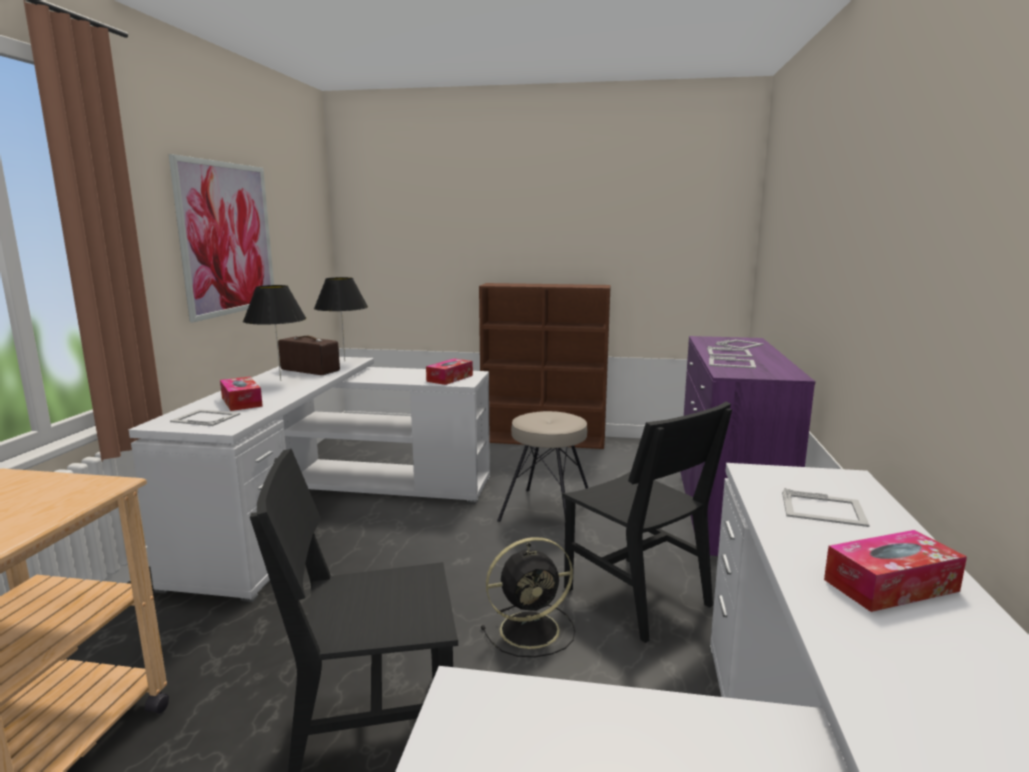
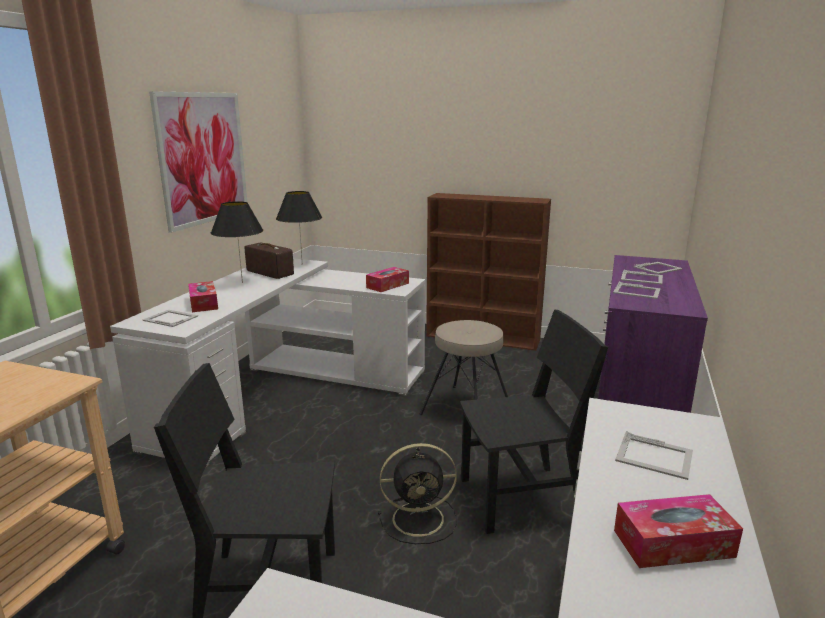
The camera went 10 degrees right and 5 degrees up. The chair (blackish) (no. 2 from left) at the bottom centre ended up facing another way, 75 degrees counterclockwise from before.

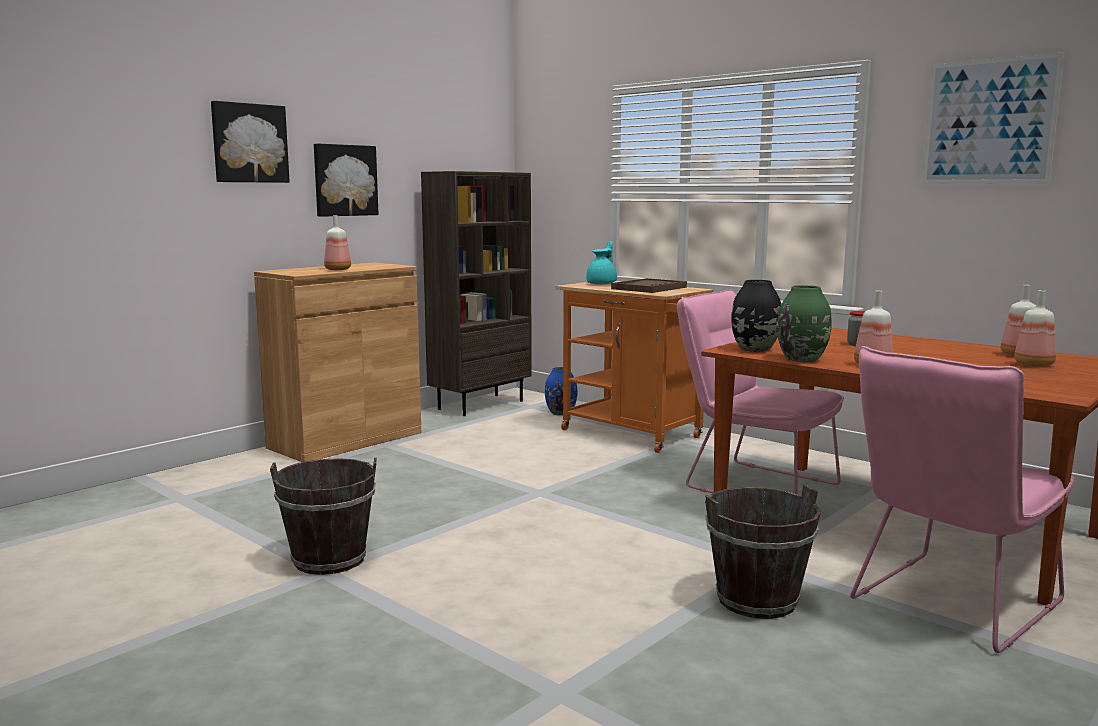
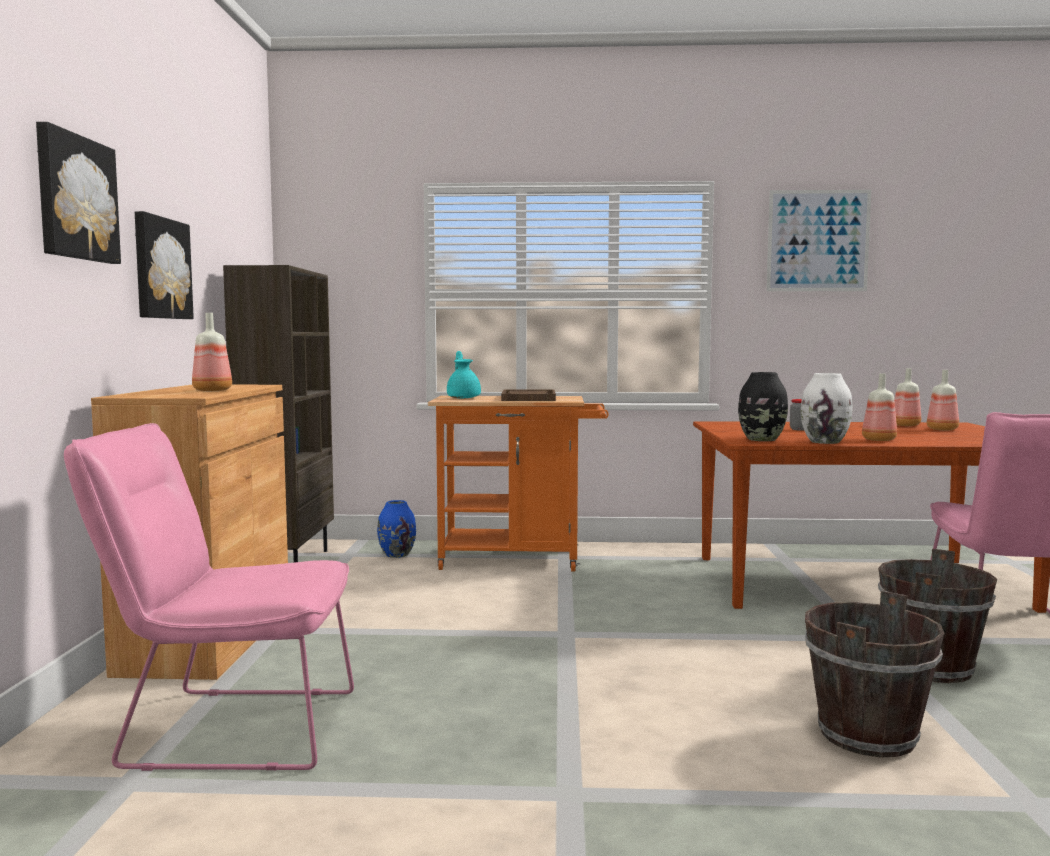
The camera went 40 degrees left and 5 degrees down. What was the flower vase (greenish) at the middle right turned into the flower vase (whitish) at the middle right. The chair (pink-coloured) (no. 1 from left) ended up elsewhere, having gone from the middle right to the bottom left. The pail (brownish) (no. 1 from left) ended up elsewhere, having gone from the bottom left to the bottom right.

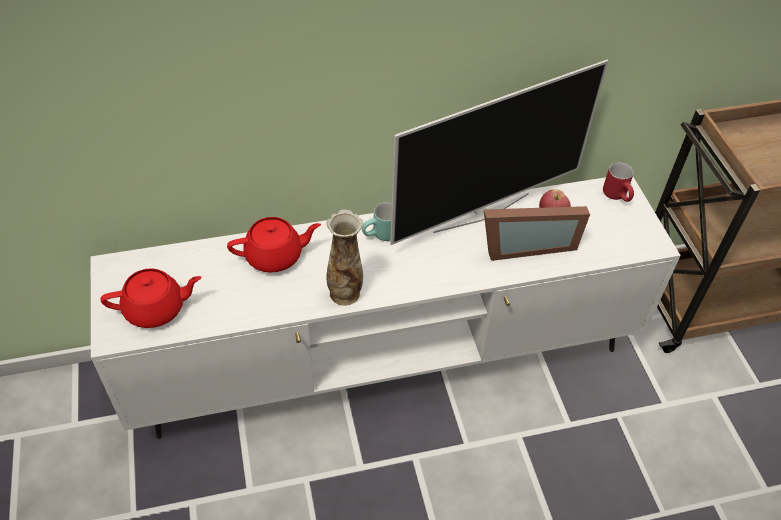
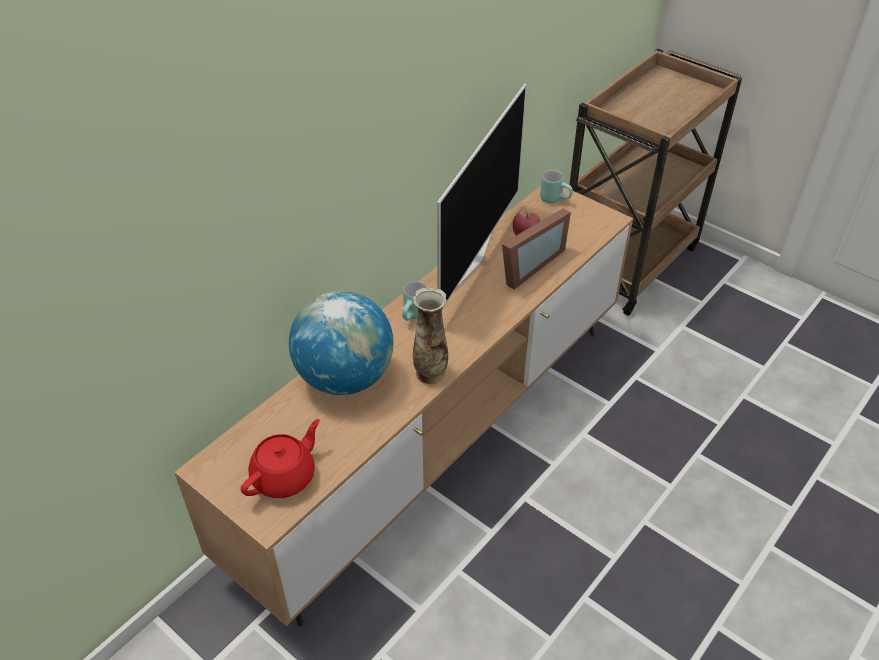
The camera went 35 degrees left and 5 degrees down. What was the coffee mug (red-coloured) at the middle right turned into the coffee mug (turquoise-coloured) (no. 2 from left) at the top centre. What was the tv stand (whitish) at the centre turned into the tv stand (brownish) at the centre. Where the pot for tea (red-coloured) (no. 2 from left) stood at the centre, the globe came to stand at the centre.

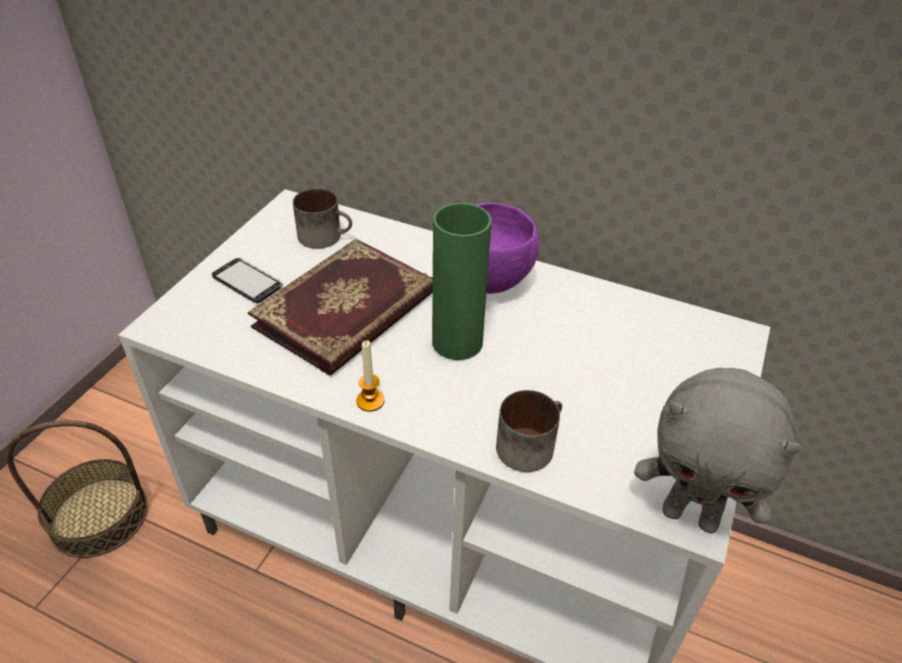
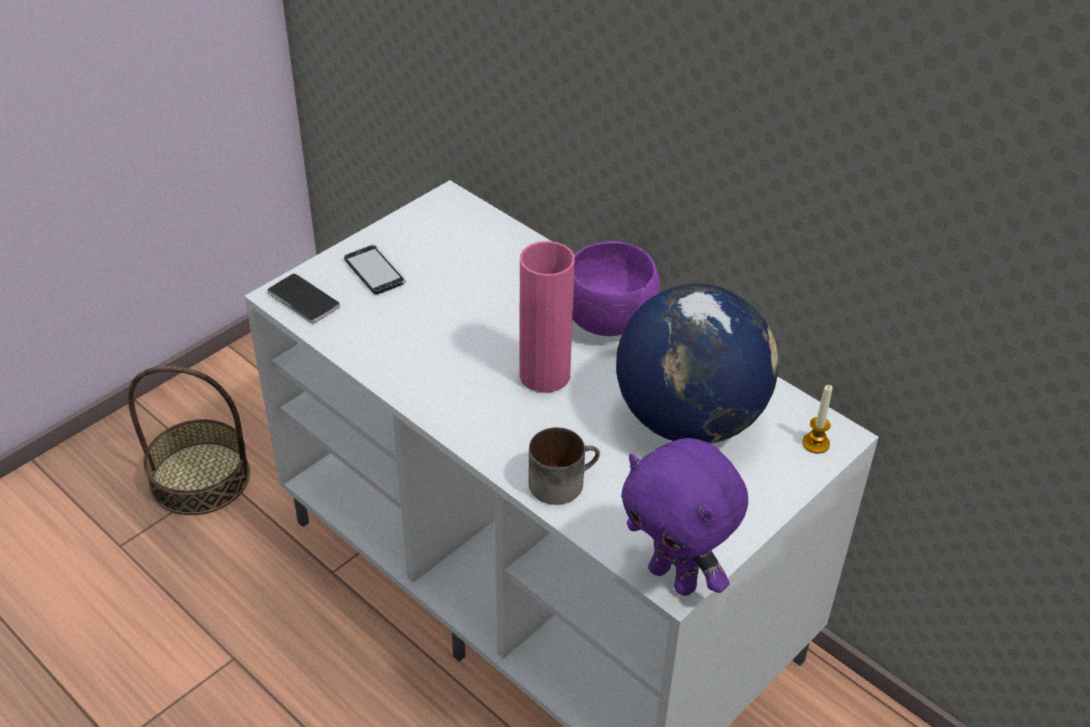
The camera went 20 degrees right and 0 degrees up. The second view lost the coffee mug (no. 1 from left) at the top centre. What was the flower vase (greenish) at the centre turned into the flower vase (pink-coloured) at the centre. The second view lost the volume at the centre. The wax light ended up elsewhere, having gone from the centre to the middle right. What was the cuddly toy (greyish) at the bottom right turned into the cuddly toy (purplish) at the bottom centre. The second view gained the telephone (no. 1 from left) at the middle left. The second view gained the globe at the centre.

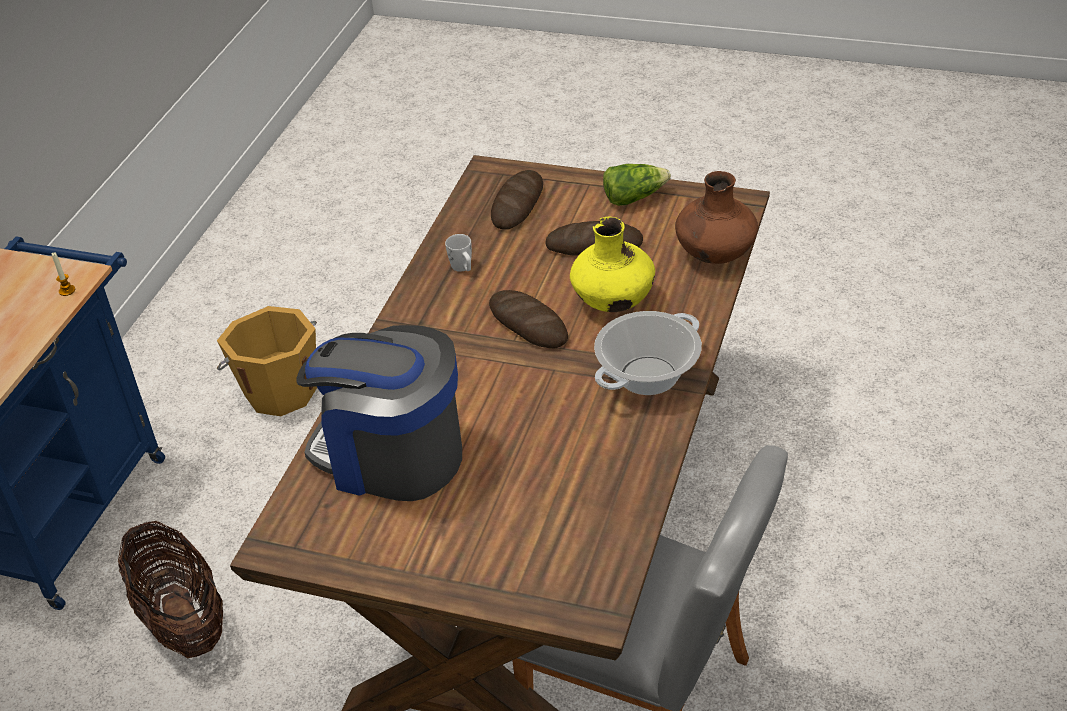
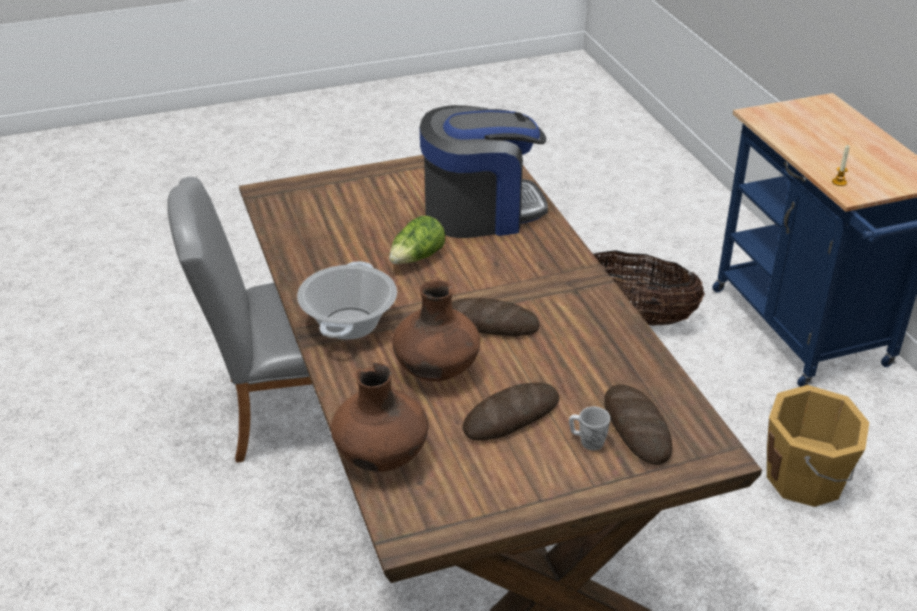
The camera went 140 degrees right and 5 degrees down. The lettuce head ended up elsewhere, having gone from the top centre to the centre. What was the flower vase (yellow) at the centre turned into the flower vase (brownish) (no. 2 from left) at the centre. The coffee mug (whitish) ended up elsewhere, having gone from the centre to the bottom centre.

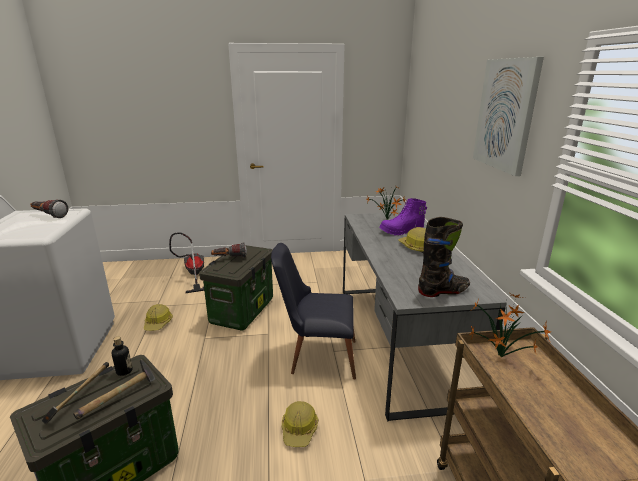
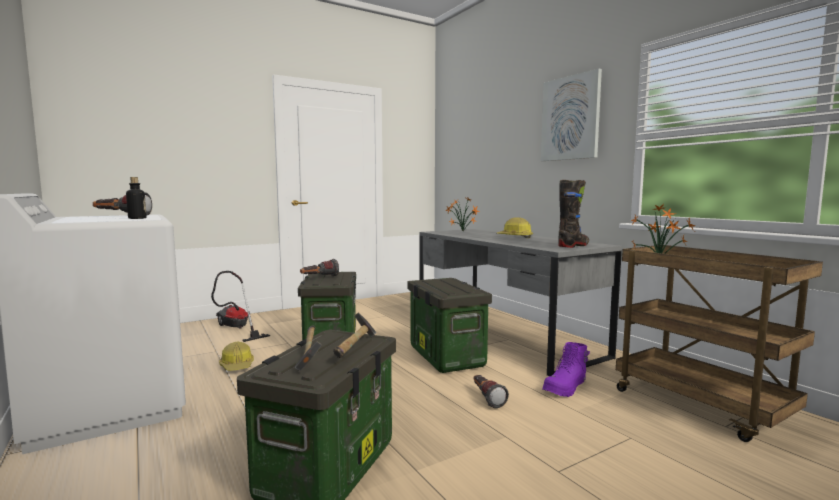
The camera went 25 degrees left and 15 degrees down. The tall boot (purplish) ended up elsewhere, having gone from the centre to the bottom right. Where the chair (blackish) stood at the centre, the storage bin (no. 3 from left) came to stand at the centre. The bottle ended up elsewhere, having gone from the bottom left to the middle left. Where the safety helmet (no. 2 from left) stood at the bottom centre, the torch (no. 3 from left) came to stand at the bottom centre.

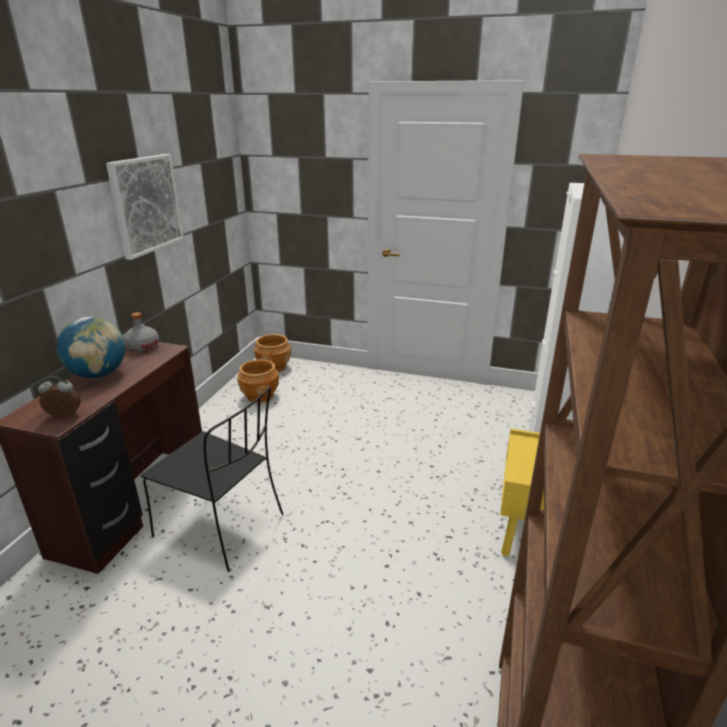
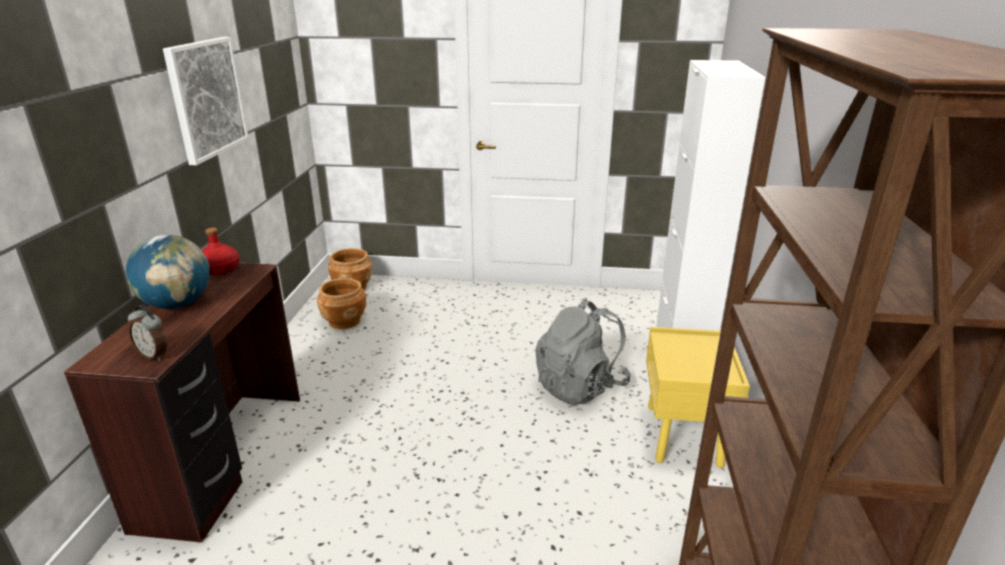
The camera went 10 degrees left and 0 degrees up. What was the bottle (greyish) at the middle left turned into the bottle (red-coloured) at the middle left. The table clock at the middle left ended up facing another way, 135 degrees counterclockwise from before. The second view lost the chair (blackish) at the middle left. The second view gained the backpack (greyish) at the centre.

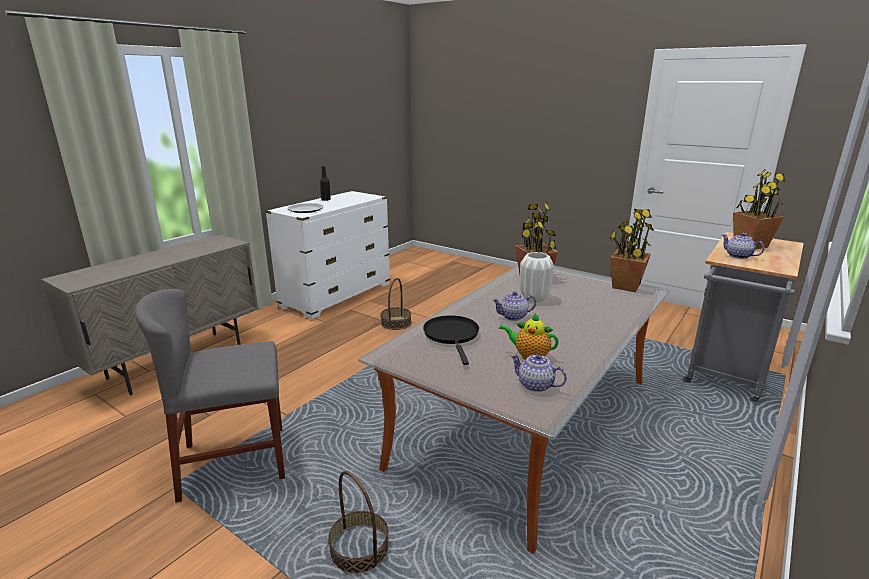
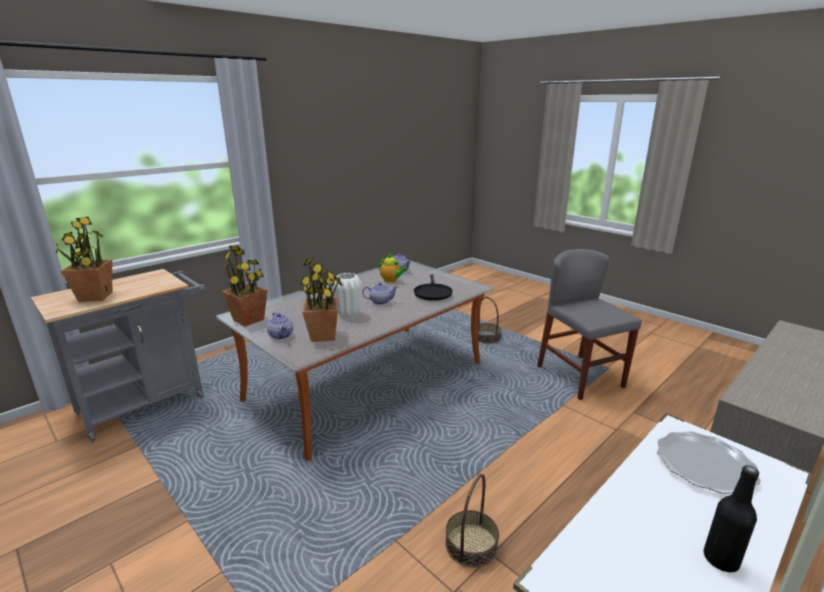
The camera went 170 degrees left and 0 degrees up. The pot for tea (no. 4 from left in the first image) ended up elsewhere, having gone from the middle right to the centre. The chair (greyish) at the bottom left ended up facing another way, 105 degrees counterclockwise from before.

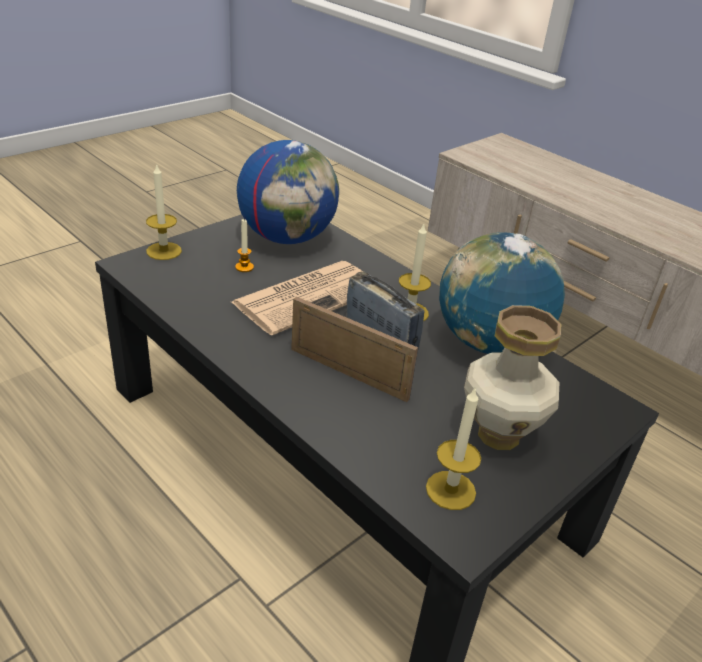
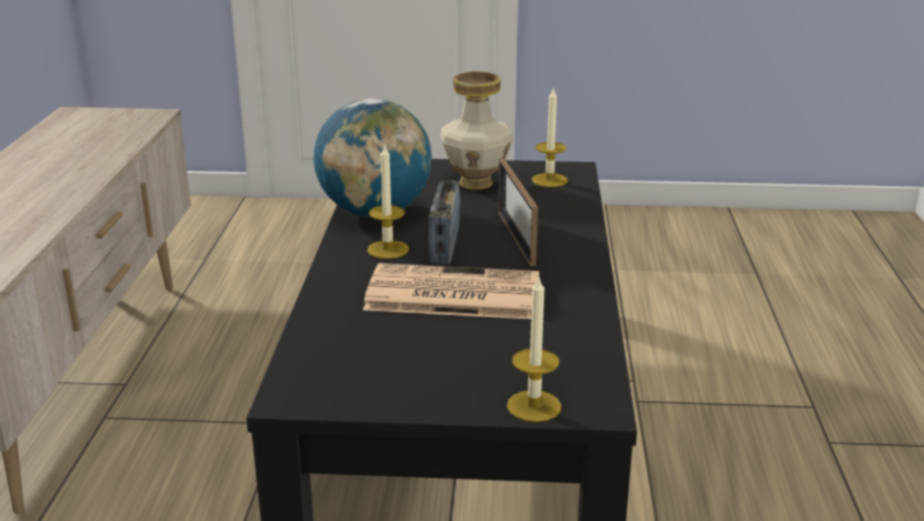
The camera went 130 degrees left and 10 degrees down. The second view lost the globe (no. 1 from left) at the top centre. The second view lost the wax light (no. 2 from left) at the centre.

